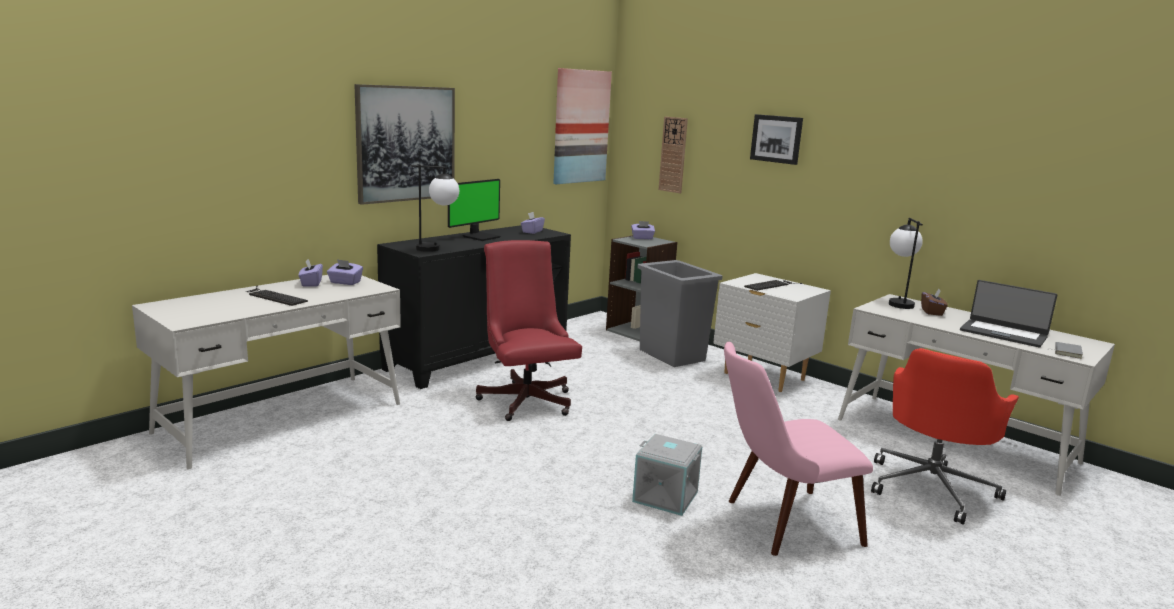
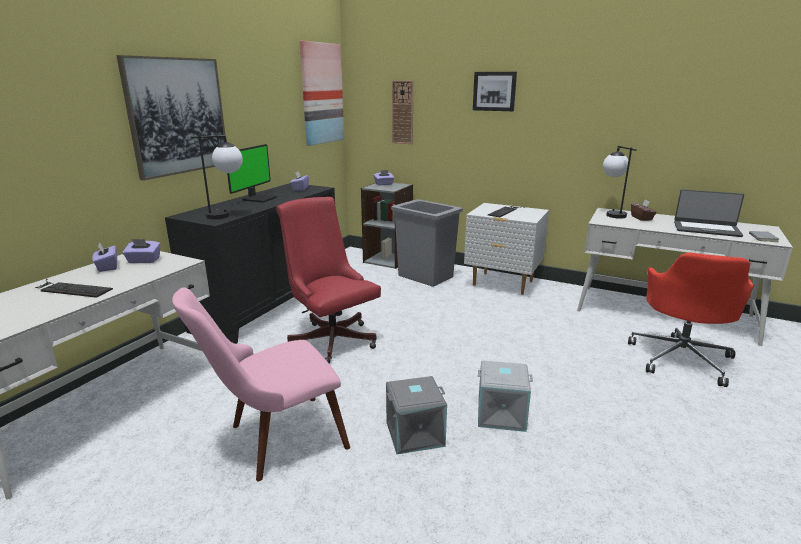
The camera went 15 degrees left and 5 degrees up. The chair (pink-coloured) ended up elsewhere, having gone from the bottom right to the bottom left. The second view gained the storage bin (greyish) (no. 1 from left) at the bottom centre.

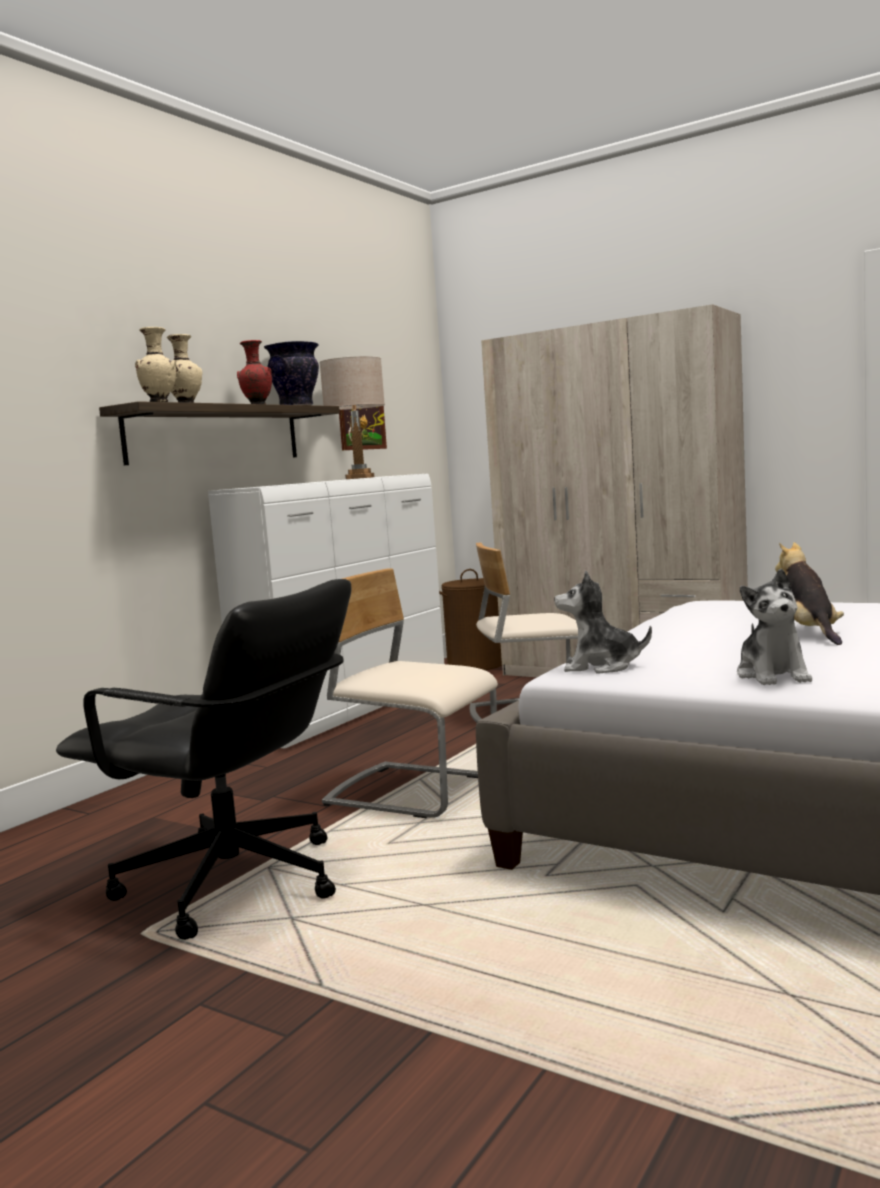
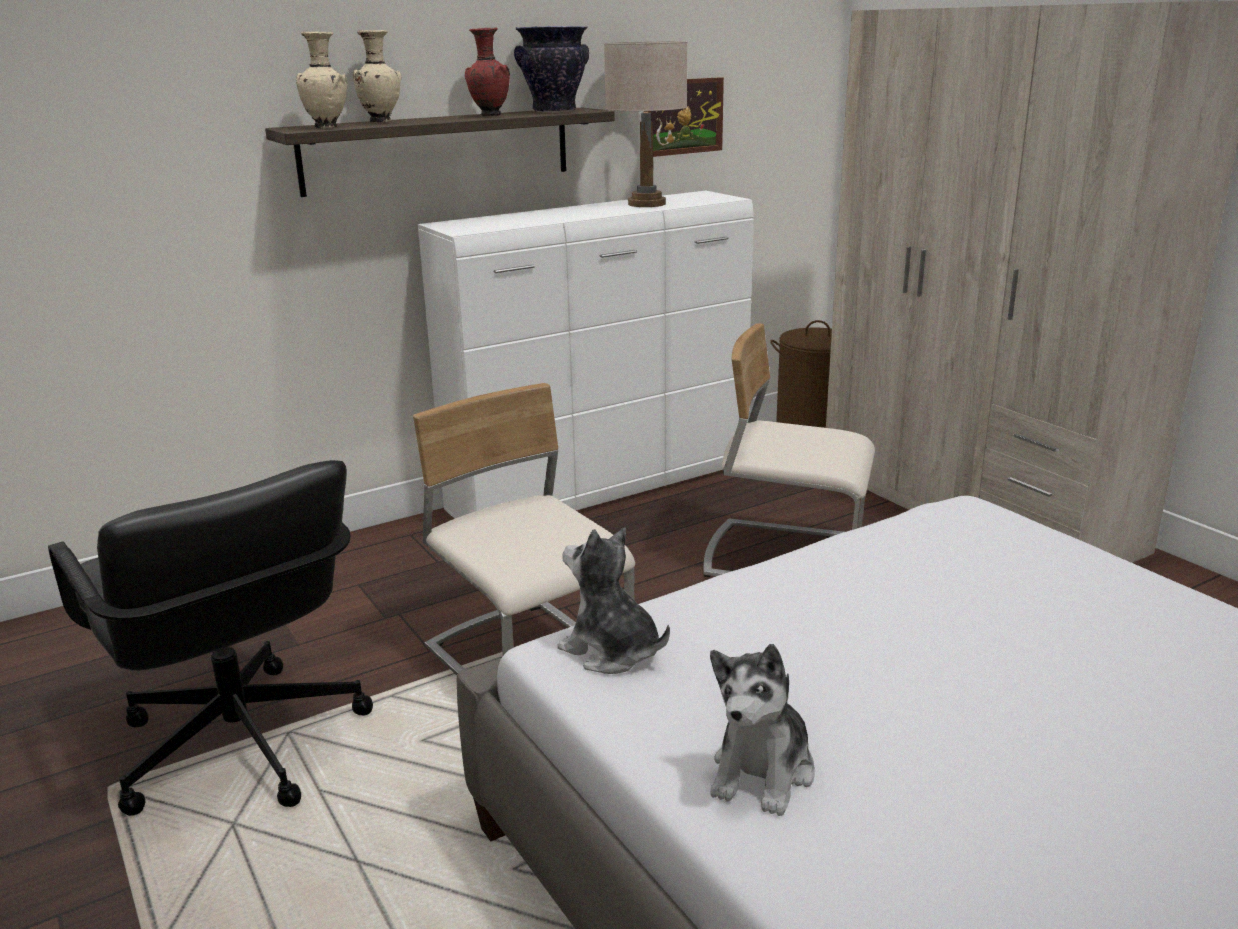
The camera went 25 degrees right and 15 degrees up. The second view lost the cuddly toy (no. 3 from left) at the middle right.

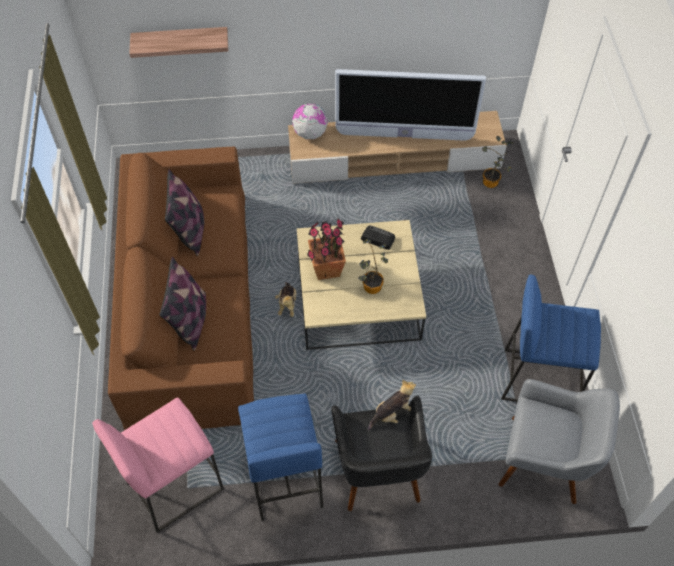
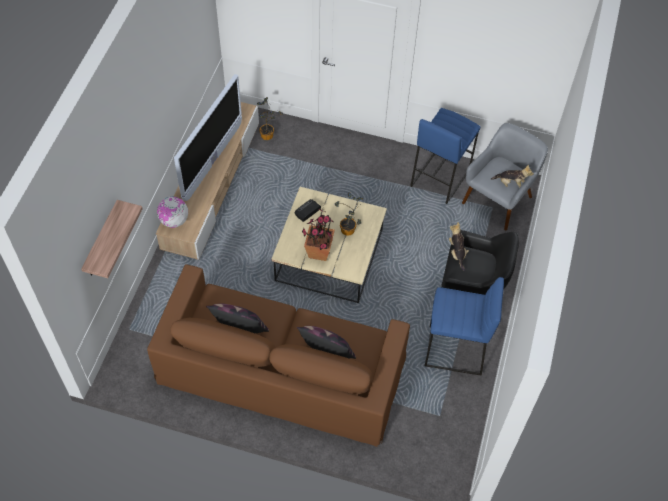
The camera went 70 degrees left and 0 degrees up. The cuddly toy (no. 1 from left in the first image) ended up elsewhere, having gone from the centre to the middle right. The second view lost the stool seat (pink-coloured) at the bottom left.

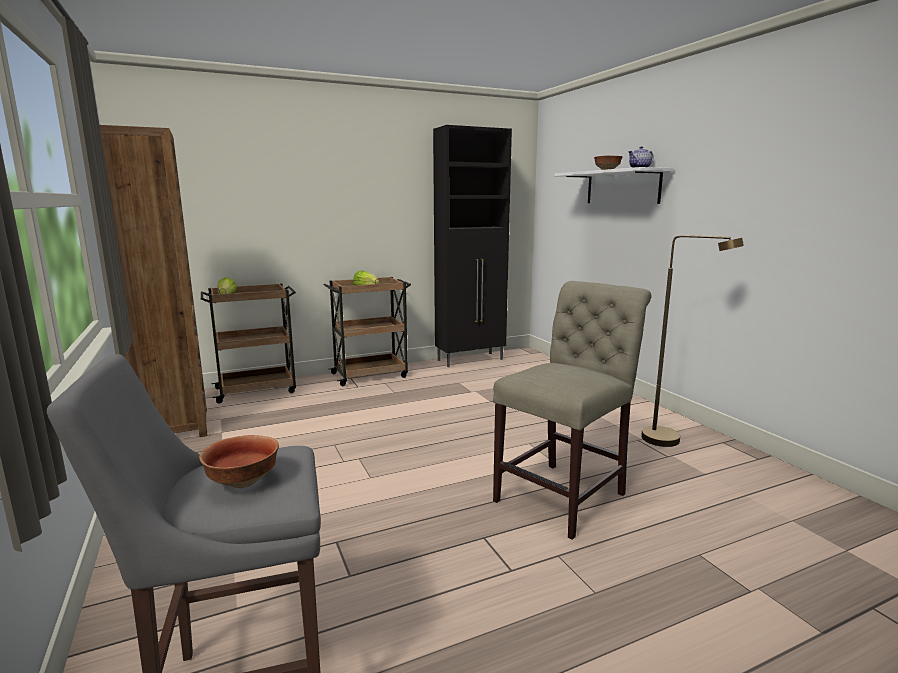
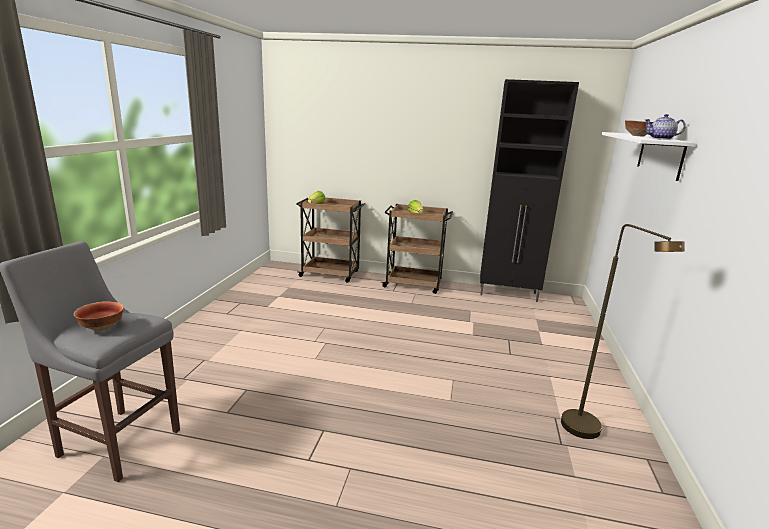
The camera went 35 degrees right and 5 degrees up. The second view lost the shelving unit (brownish) at the middle left. The second view lost the chair (sand-coloured) at the centre.

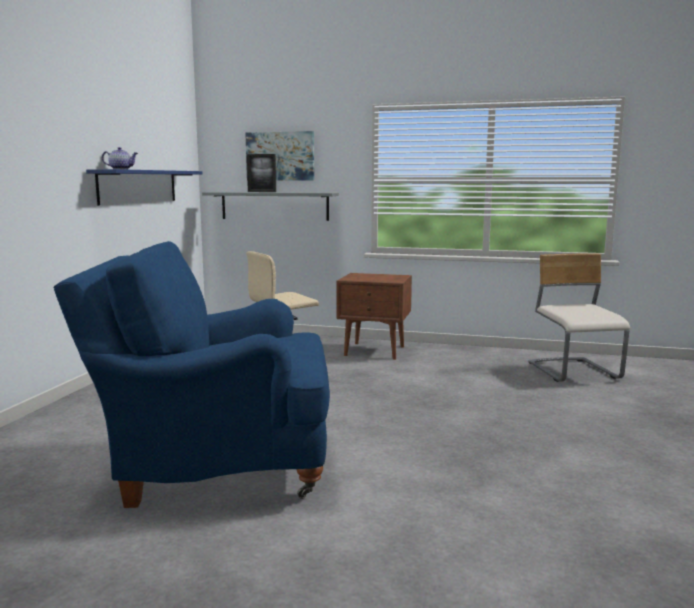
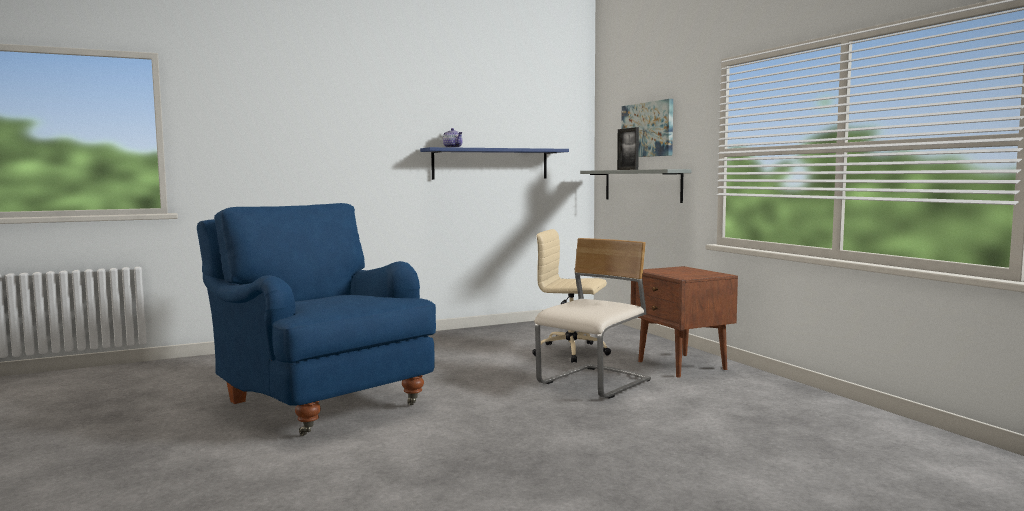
The camera went 50 degrees right and 5 degrees down. The chair (sand-coloured) ended up elsewhere, having gone from the middle right to the centre.

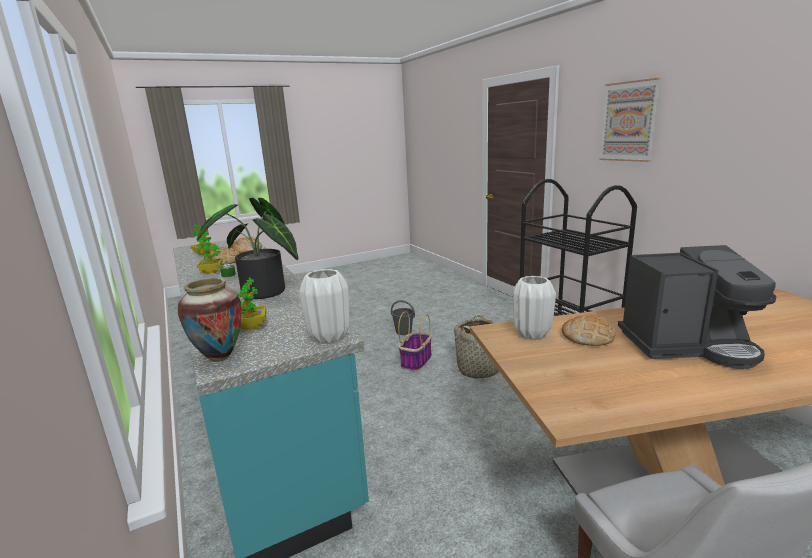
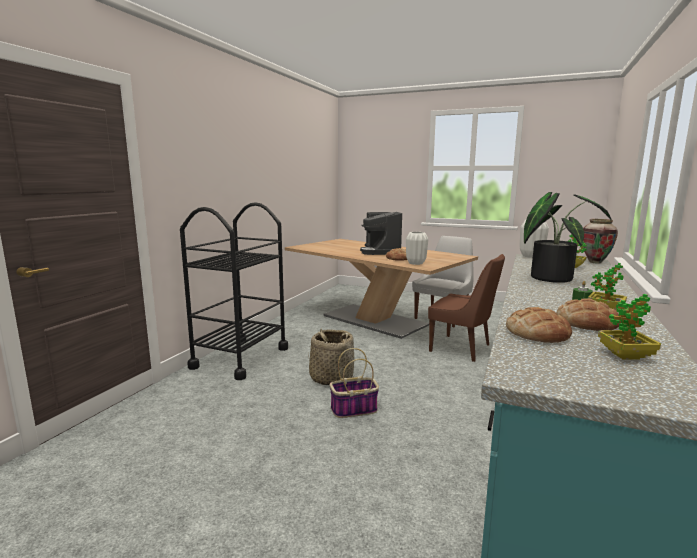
The camera went 130 degrees left and 5 degrees down. The second view lost the picture at the top right. The coffee brewer at the middle right ended up facing another way, 150 degrees counterclockwise from before. The second view lost the pail (greyish) at the centre. The second view gained the chair (brownish) at the middle right.

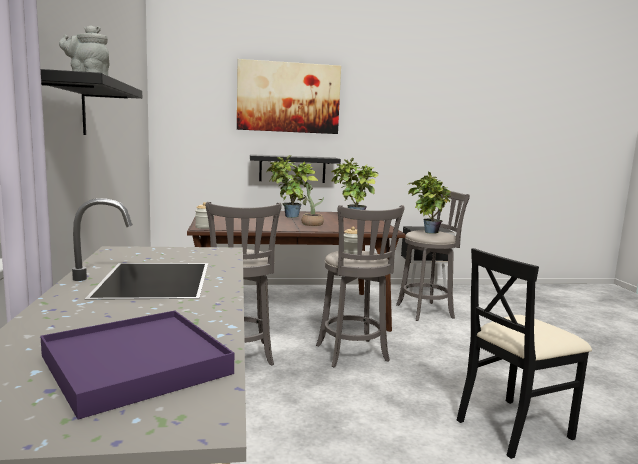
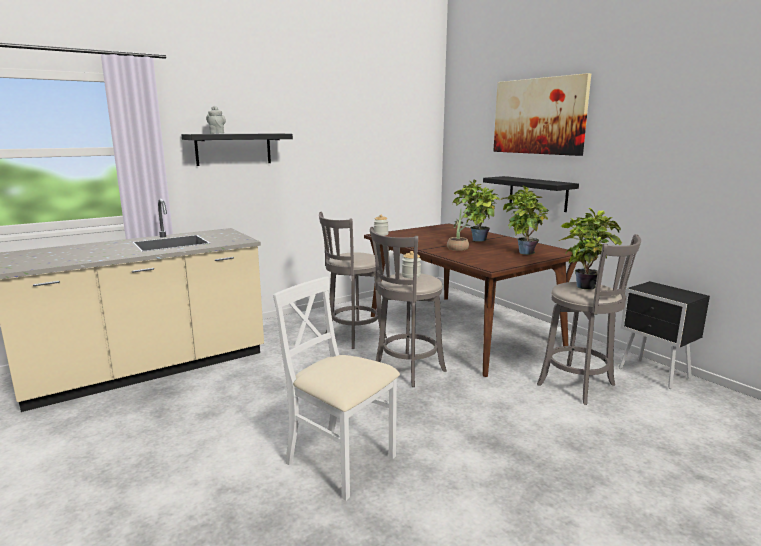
The camera went 65 degrees right and 5 degrees up. What was the chair (blackish) at the bottom right turned into the chair (whitish) at the bottom centre. The second view lost the carrying tray (purplish) at the bottom left.

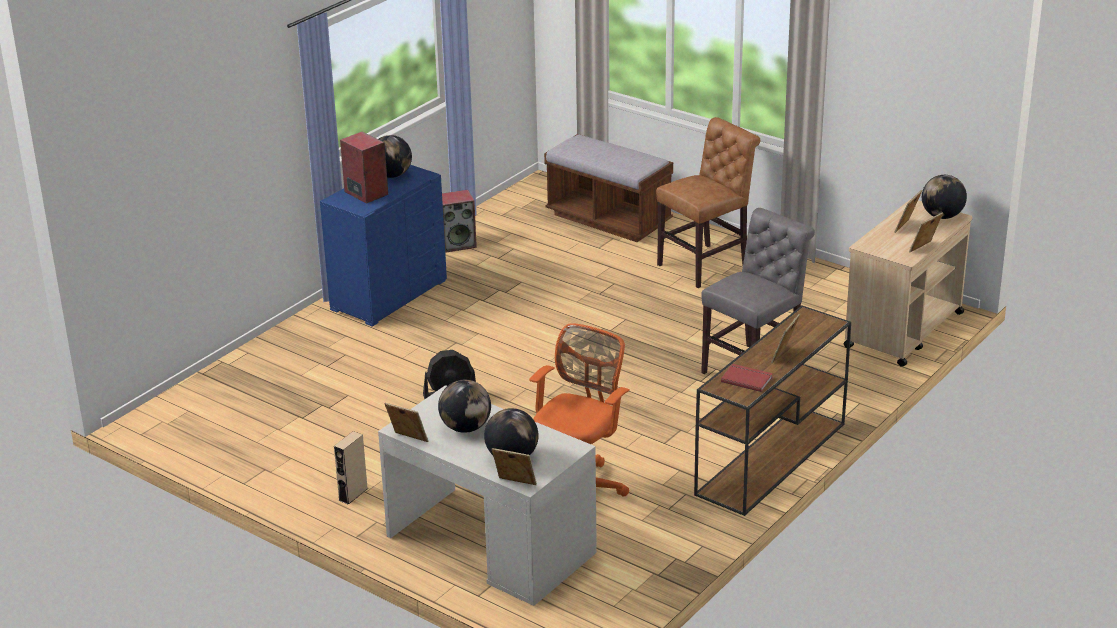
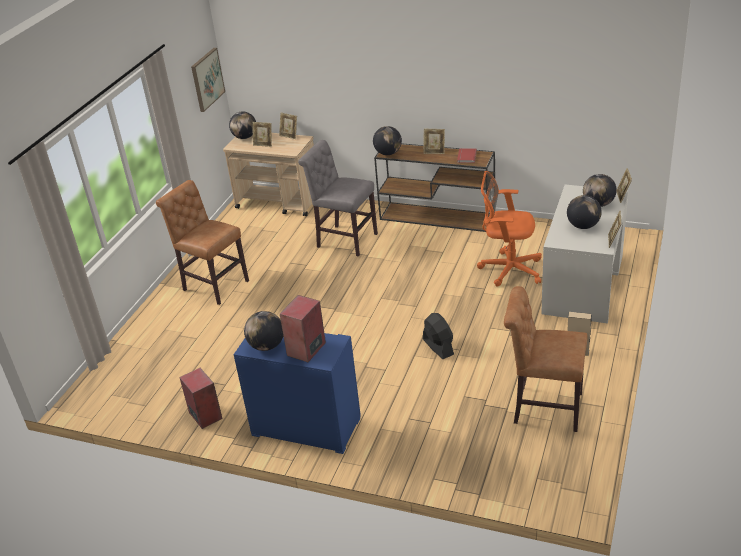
The camera went 105 degrees left and 5 degrees up. The second view lost the long seat (brownish) at the top centre. The second view gained the picture at the top left. The second view gained the globe (no. 3 from left) at the top centre. The second view gained the chair (brownish) (no. 2 from left) at the middle right.

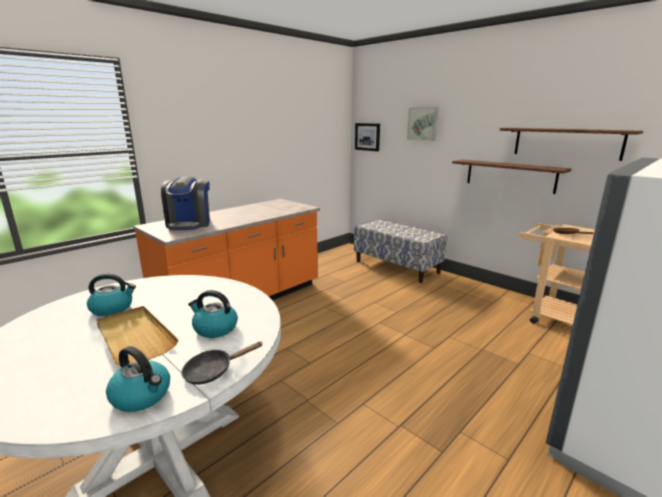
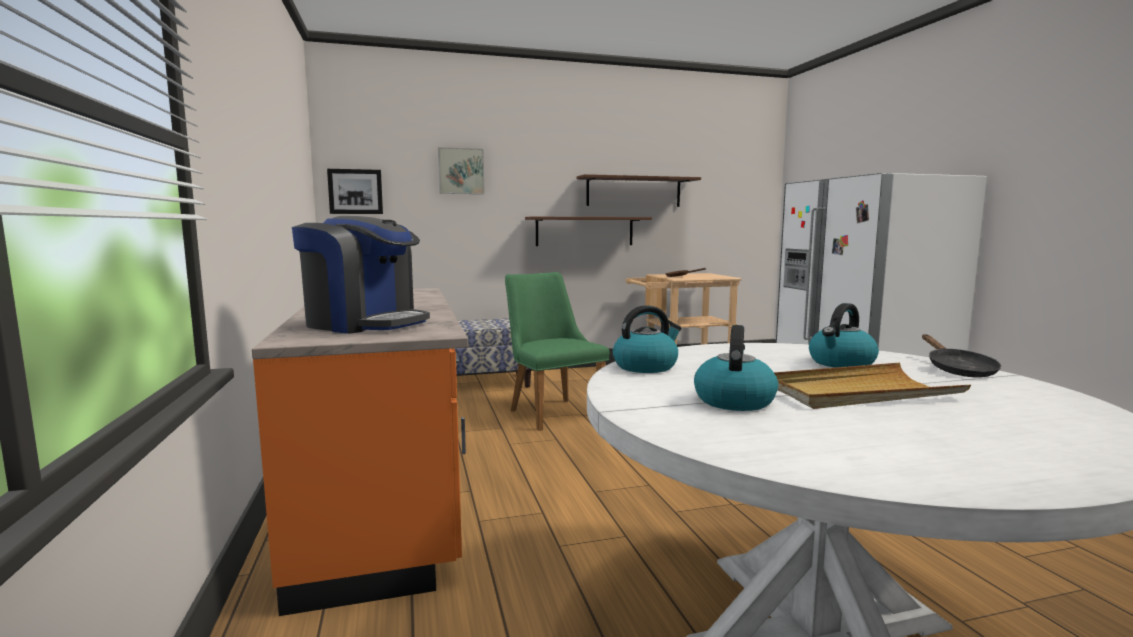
The camera went 60 degrees left and 10 degrees down. The tea kettle (no. 2 from left in the first image) ended up elsewhere, having gone from the bottom left to the centre. The second view gained the chair (greenish) at the centre.

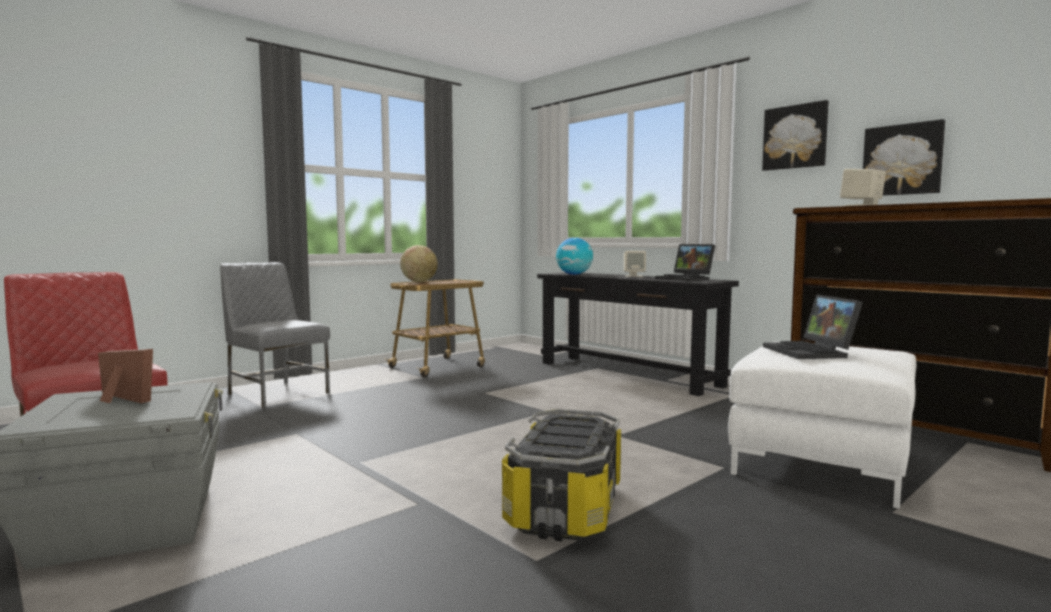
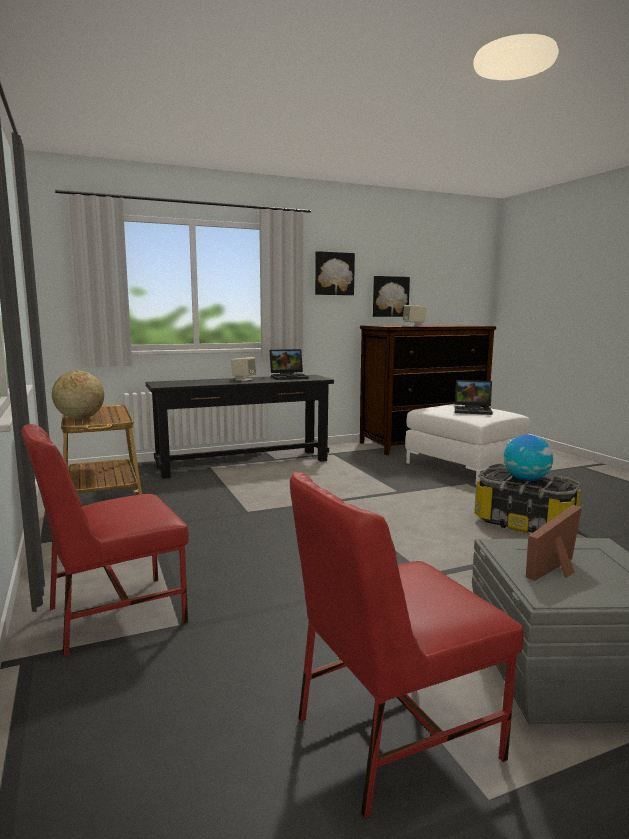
The camera went 70 degrees left and 5 degrees up. The globe (no. 2 from left) ended up elsewhere, having gone from the centre to the middle right. What was the chair (greyish) at the middle left turned into the chair (red-coloured) (no. 1 from left) at the middle left.

